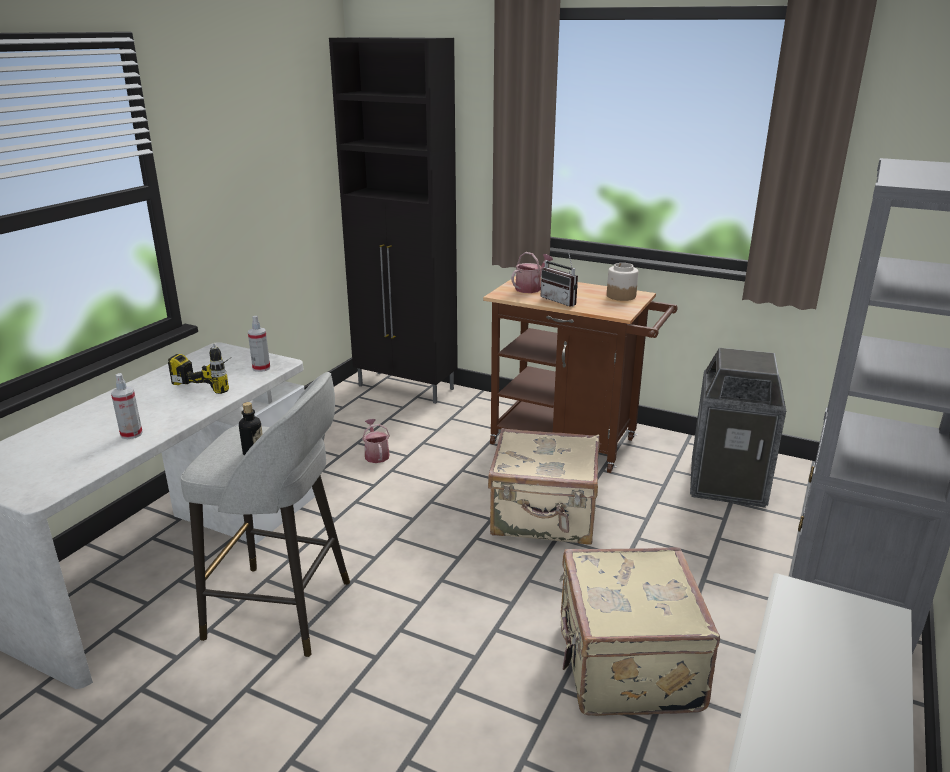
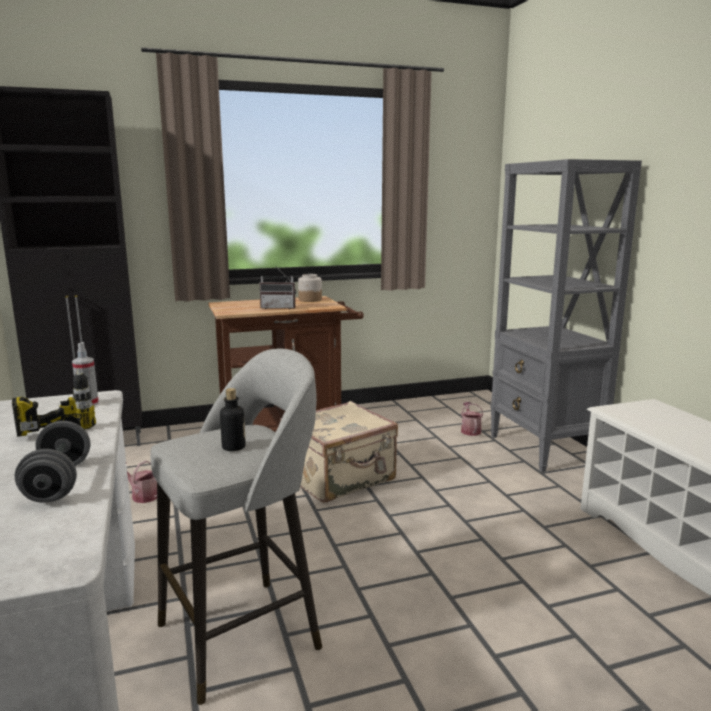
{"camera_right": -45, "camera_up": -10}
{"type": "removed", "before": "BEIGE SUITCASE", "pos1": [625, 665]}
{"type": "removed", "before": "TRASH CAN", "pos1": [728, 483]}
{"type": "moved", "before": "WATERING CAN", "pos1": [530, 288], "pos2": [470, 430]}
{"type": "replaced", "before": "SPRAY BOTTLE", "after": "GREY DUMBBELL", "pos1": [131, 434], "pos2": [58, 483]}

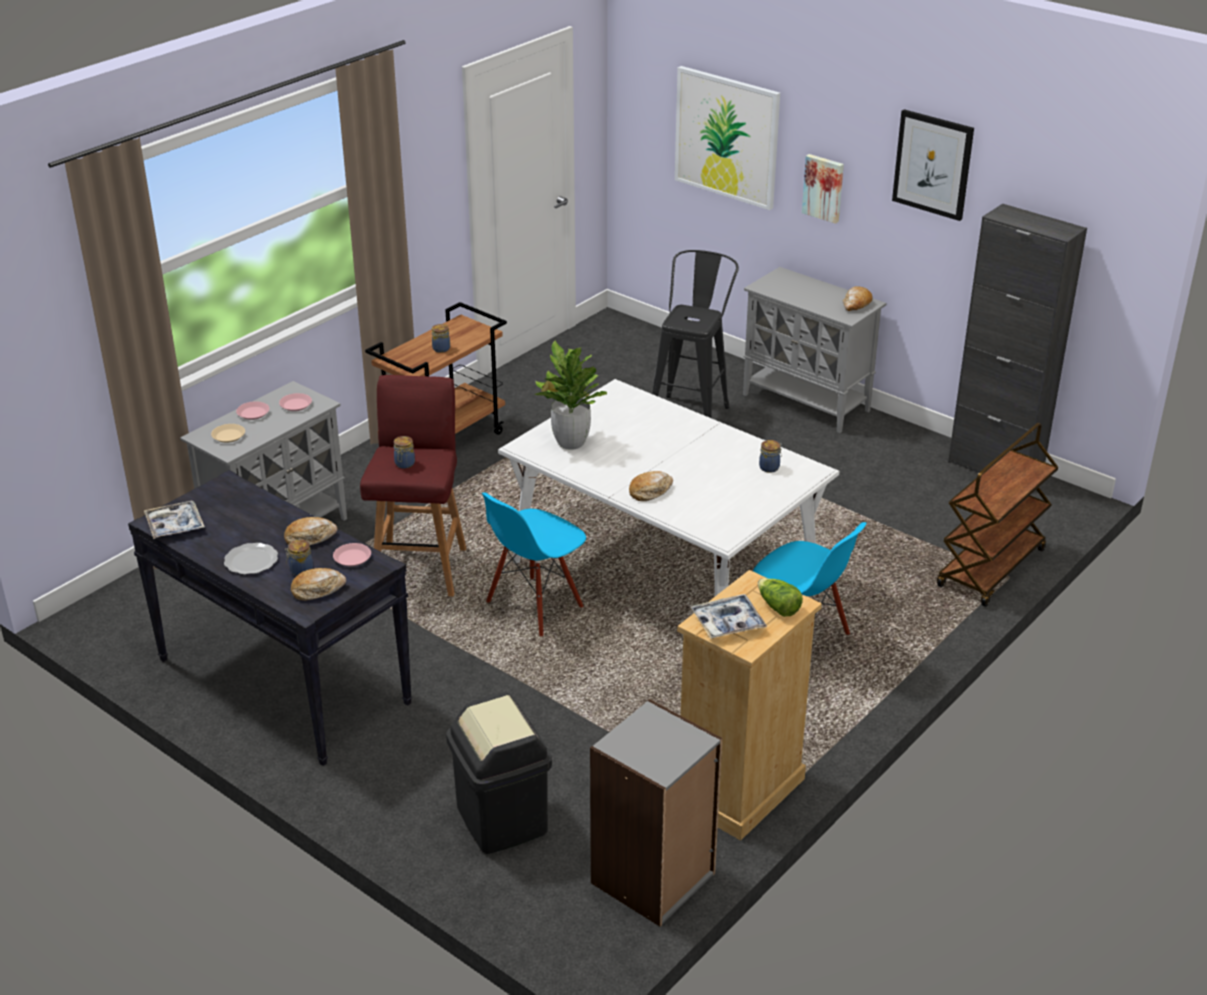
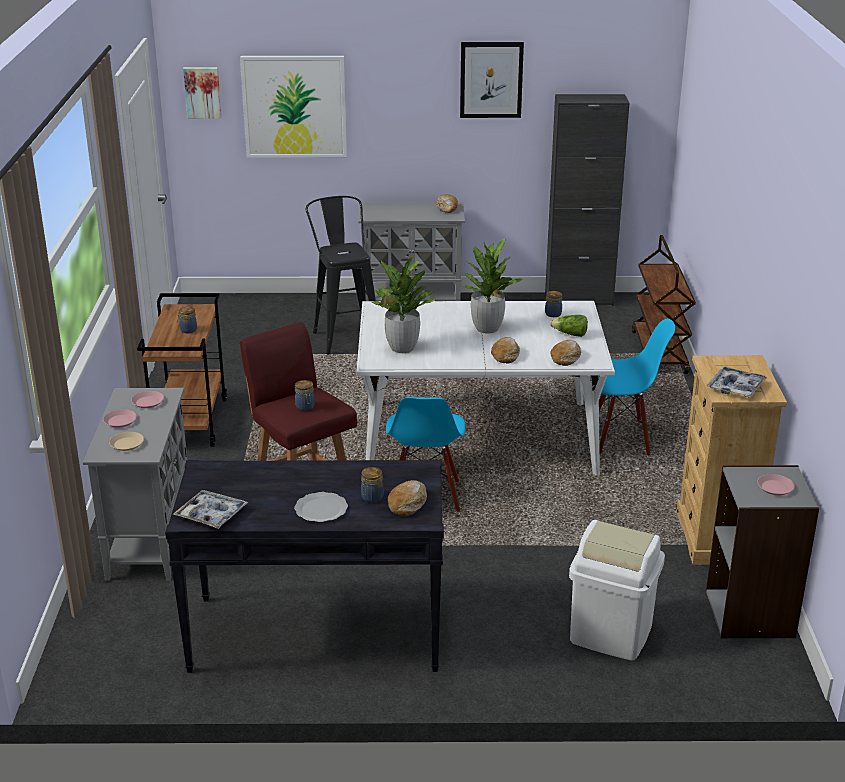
{"camera_right": -40, "camera_up": -5}
{"type": "added", "after": "POTTED PLANT", "pos2": [487, 328]}
{"type": "moved", "before": "BREAD", "pos1": [310, 538], "pos2": [566, 357]}
{"type": "moved", "before": "PINK PLATE", "pos1": [352, 558], "pos2": [775, 487]}
{"type": "moved", "before": "LETTUCE", "pos1": [778, 607], "pos2": [570, 334]}
{"type": "moved", "before": "PICTURE", "pos1": [824, 188], "pos2": [202, 92]}
{"type": "recoloured", "before": "BLACK TRASH CAN", "after": "WHITE TRASH CAN", "pos1": [503, 819], "pos2": [611, 633]}

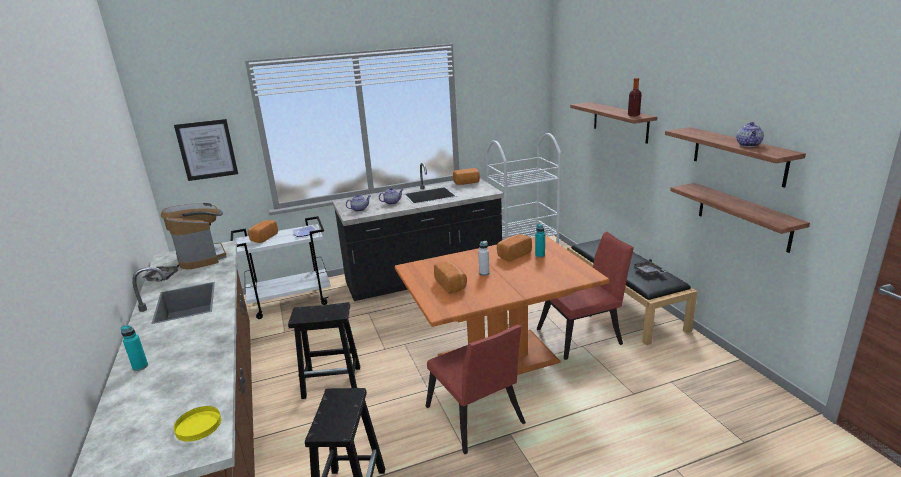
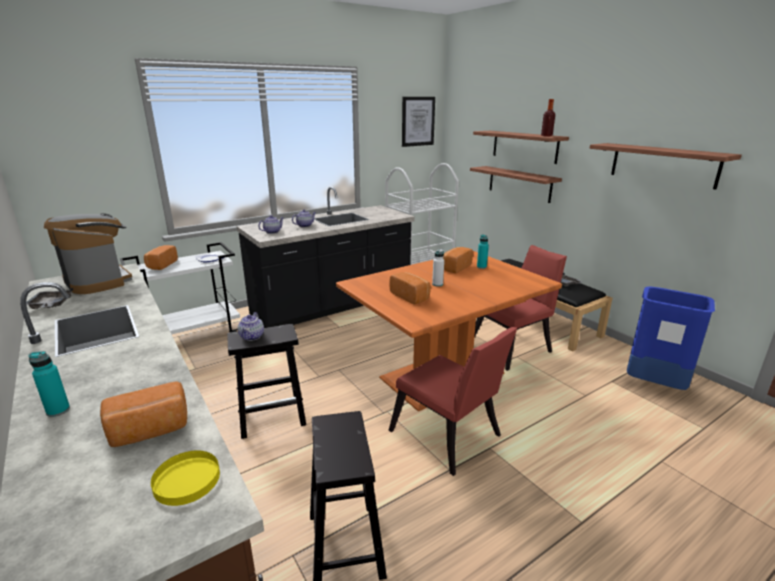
{"camera_right": -15, "camera_up": 0}
{"type": "added", "after": "BLUE TRASH CAN", "pos2": [654, 384]}
{"type": "moved", "before": "PICTURE", "pos1": [207, 149], "pos2": [418, 121]}
{"type": "moved", "before": "BREAD", "pos1": [467, 183], "pos2": [150, 431]}
{"type": "moved", "before": "SHELF", "pos1": [743, 216], "pos2": [519, 184]}
{"type": "moved", "before": "TEAPOT", "pos1": [749, 145], "pos2": [252, 337]}

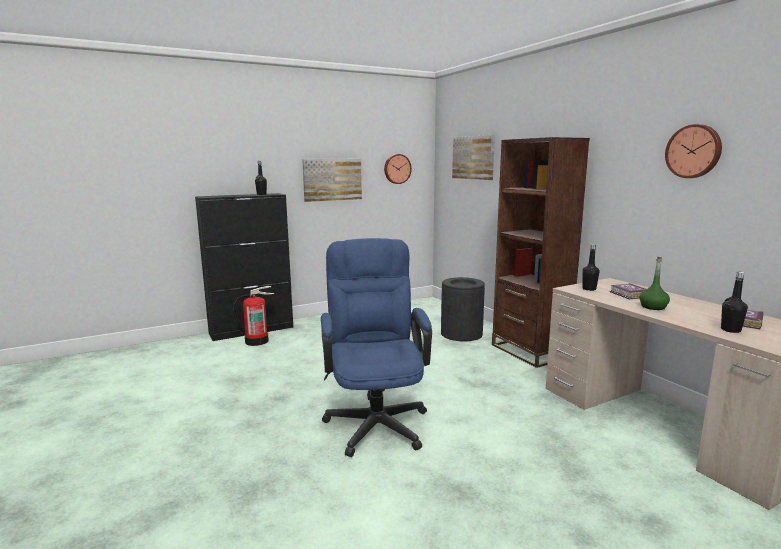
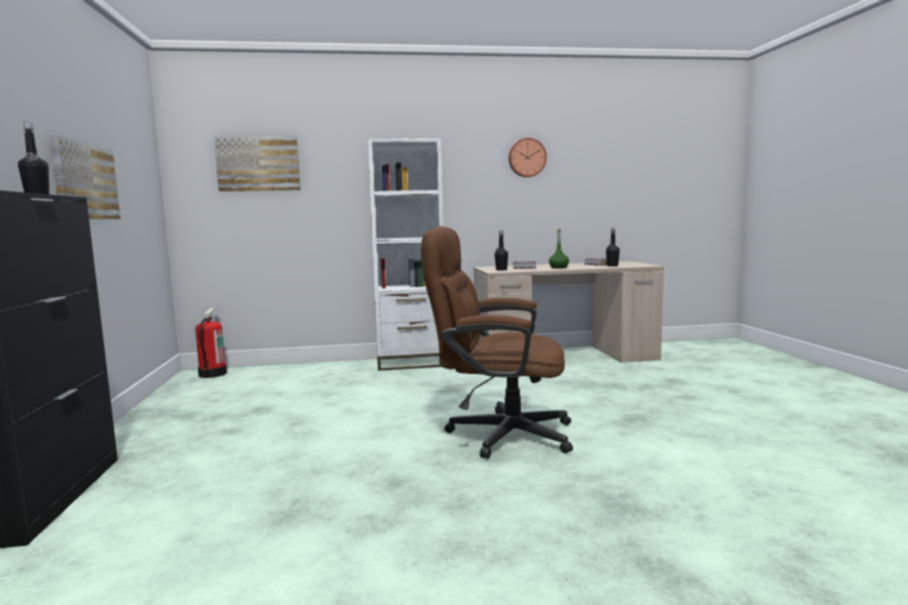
{"camera_right": -70, "camera_up": -5}
{"type": "removed", "before": "WALL CLOCK", "pos1": [397, 169]}
{"type": "removed", "before": "BLACK TRASH CAN", "pos1": [461, 334]}
{"type": "moved", "before": "FIRE EXTINGUISHER", "pos1": [257, 341], "pos2": [212, 374]}
{"type": "recoloured", "before": "BLUE OFFICE CHAIR", "after": "BROWN OFFICE CHAIR", "pos1": [376, 419], "pos2": [498, 434]}
{"type": "recoloured", "before": "BROWN BOOKCASE", "after": "WHITE BOOKCASE", "pos1": [529, 351], "pos2": [411, 362]}

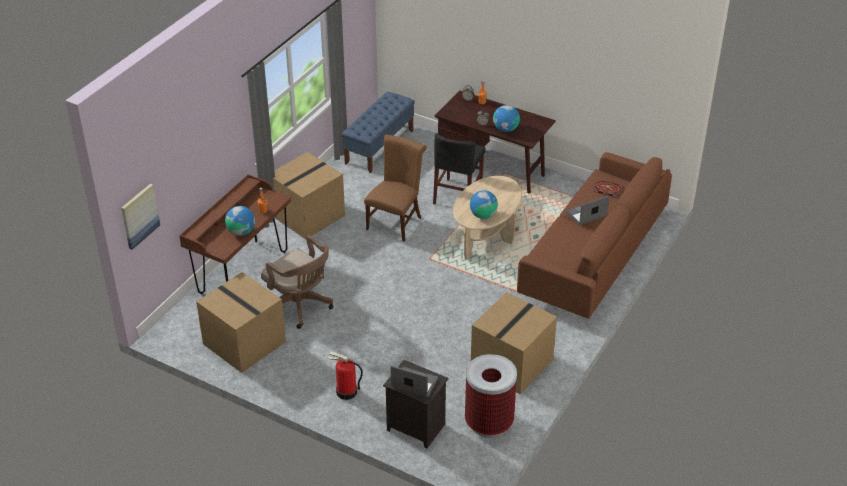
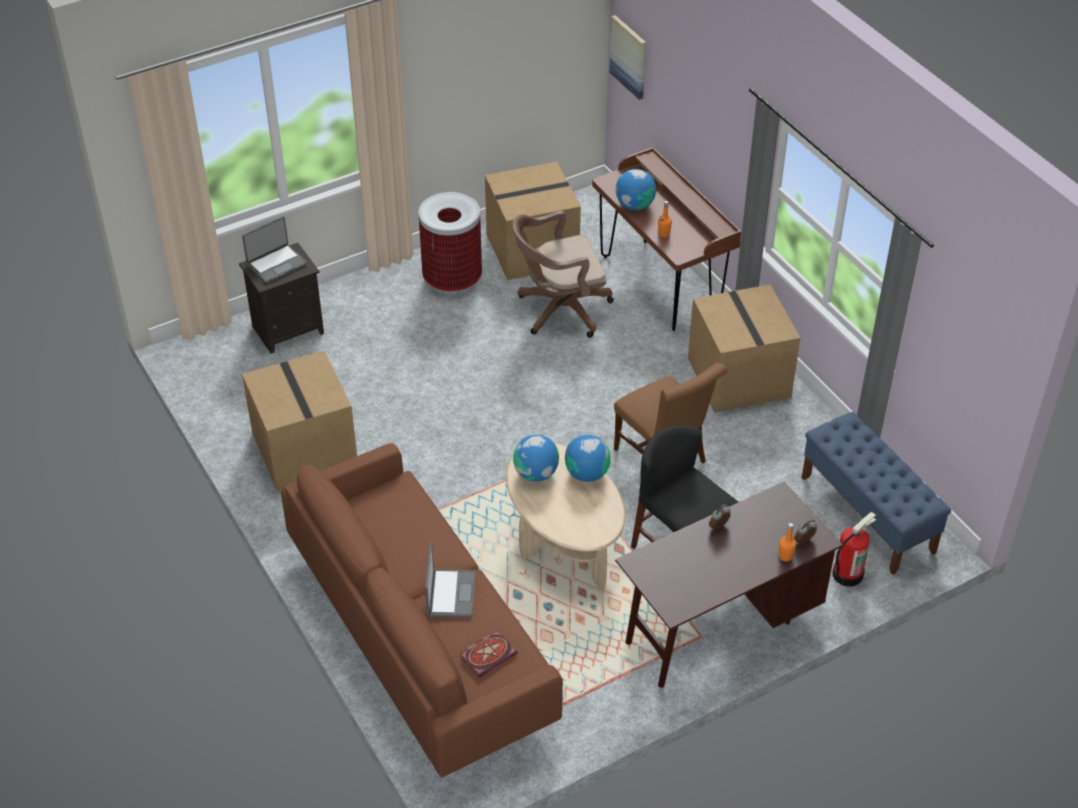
{"camera_right": 120, "camera_up": 5}
{"type": "moved", "before": "FIRE EXTINGUISHER", "pos1": [346, 392], "pos2": [847, 574]}
{"type": "moved", "before": "TRASH CAN", "pos1": [489, 423], "pos2": [452, 280]}
{"type": "moved", "before": "GLOBE", "pos1": [506, 129], "pos2": [587, 473]}

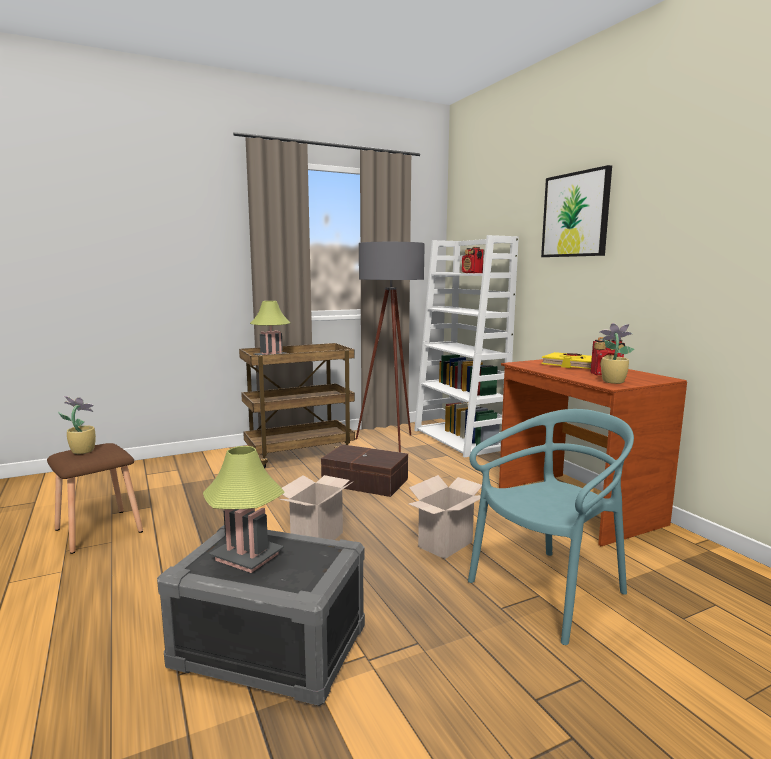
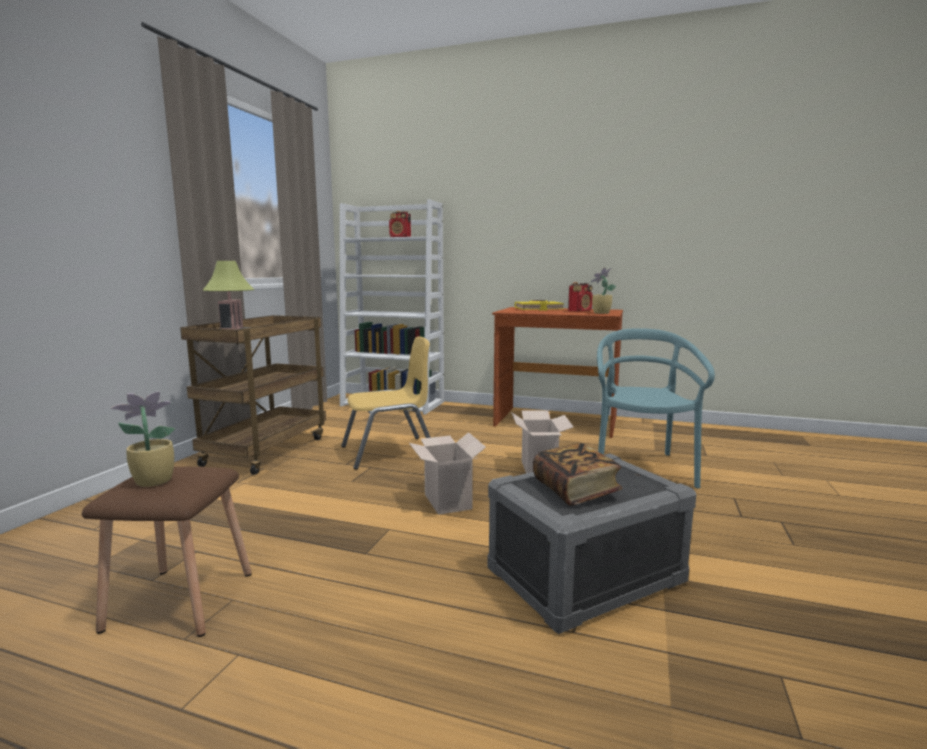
{"camera_right": -45, "camera_up": 0}
{"type": "removed", "before": "GREY FLOOR LAMP", "pos1": [390, 445]}
{"type": "removed", "before": "PICTURE", "pos1": [575, 215]}
{"type": "replaced", "before": "TABLE LAMP", "after": "BOOK", "pos1": [247, 557], "pos2": [575, 490]}
{"type": "replaced", "before": "BROWN STORAGE BOX", "after": "YELLOW CHAIR", "pos1": [365, 482], "pos2": [389, 452]}

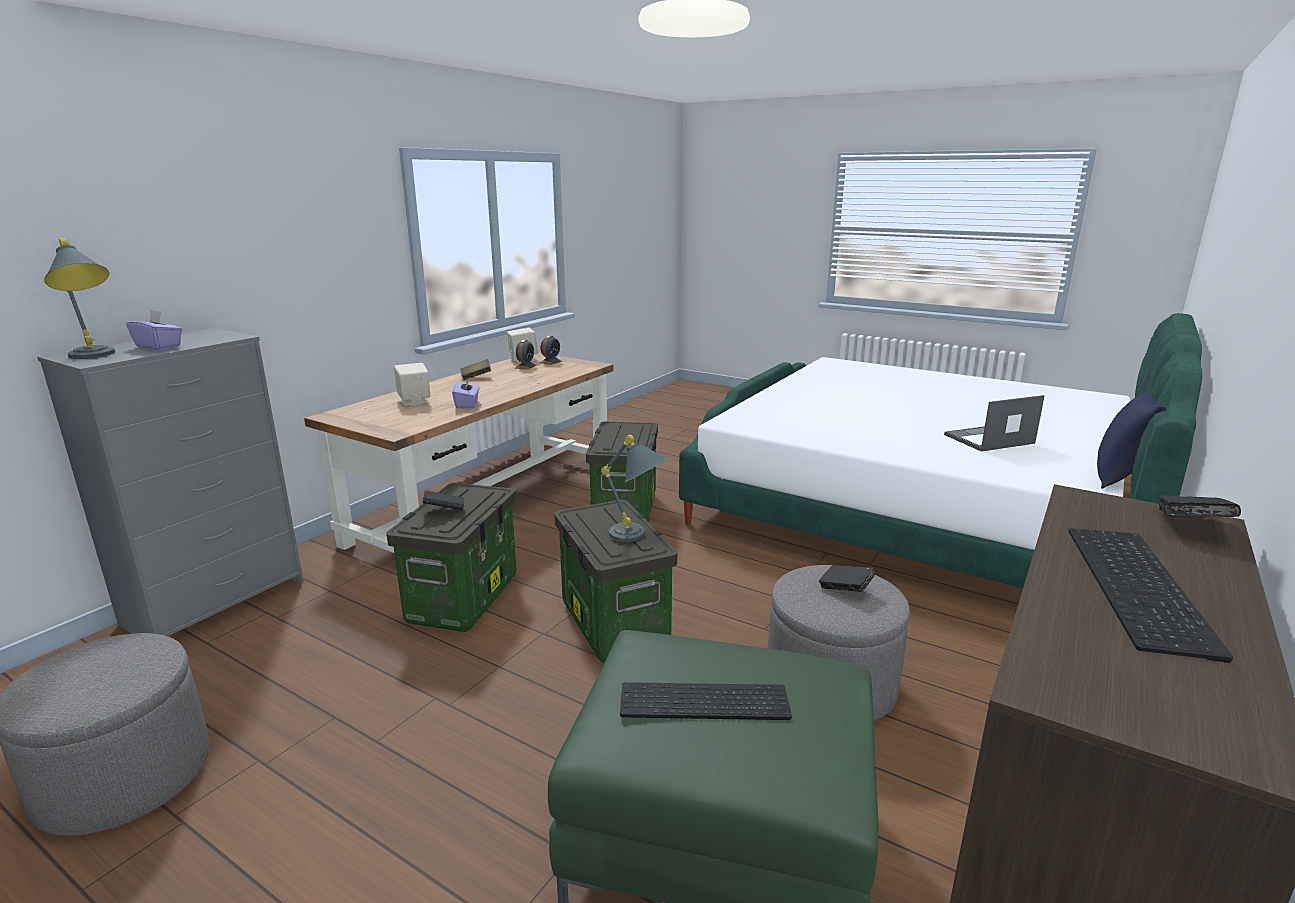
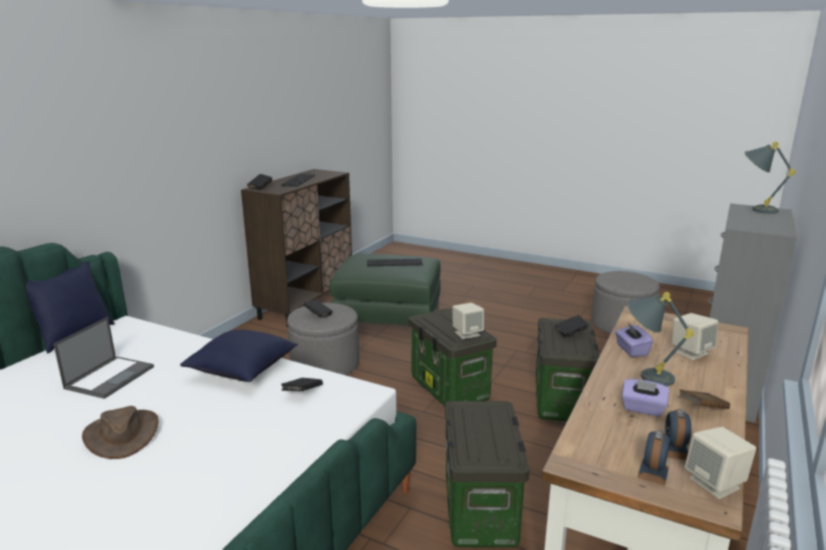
{"camera_right": 175, "camera_up": 0}
{"type": "added", "after": "BROWN HAT", "pos2": [122, 435]}
{"type": "added", "after": "BLUE PILLOW", "pos2": [243, 370]}
{"type": "added", "after": "BLACK BOOK", "pos2": [302, 393]}
{"type": "added", "after": "BEIGE SPEAKER", "pos2": [467, 333]}
{"type": "moved", "before": "PURPLE TISSUE BOX", "pos1": [159, 346], "pos2": [643, 409]}
{"type": "moved", "before": "GREY TABLE LAMP", "pos1": [638, 537], "pos2": [645, 375]}
{"type": "turned", "before": "LAPTOP", "pos1": [988, 439], "pos2": [110, 377], "turn": -45}

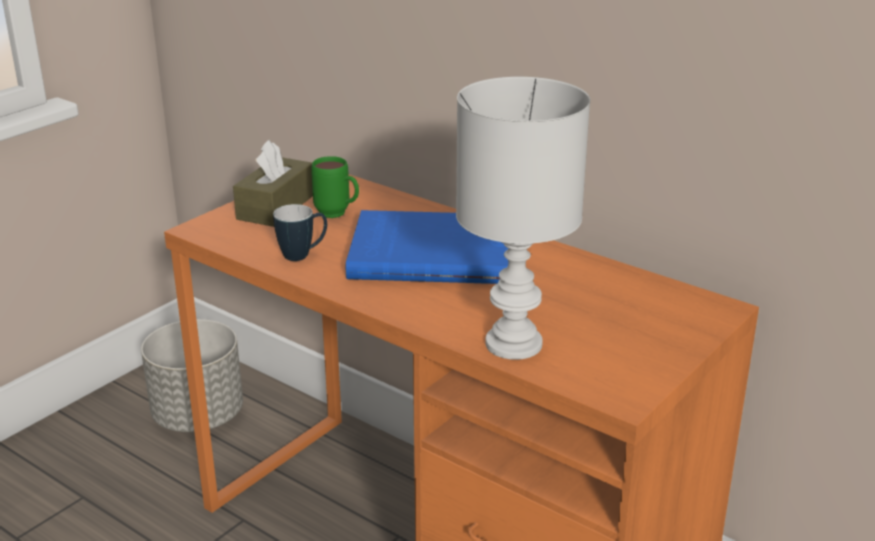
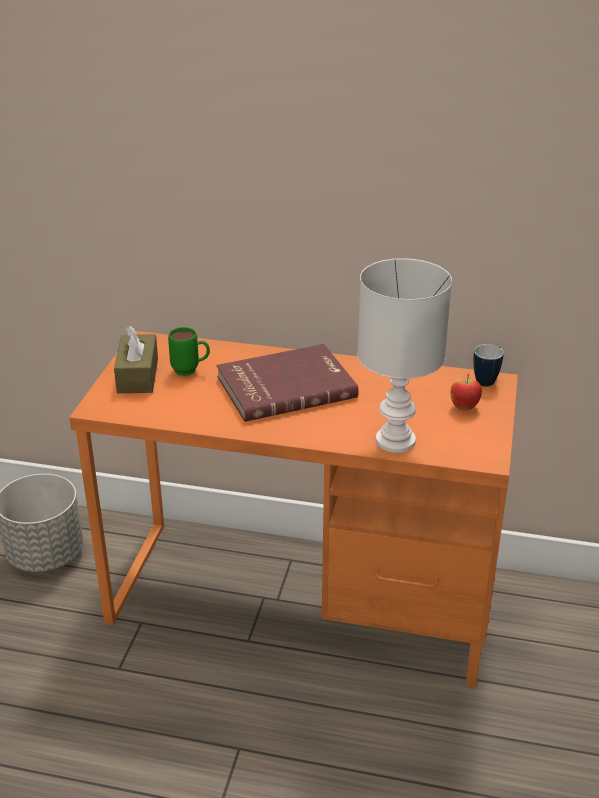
{"camera_right": -25, "camera_up": 5}
{"type": "added", "after": "APPLE", "pos2": [464, 407]}
{"type": "moved", "before": "MUG", "pos1": [303, 255], "pos2": [488, 380]}
{"type": "recoloured", "before": "BLUE BOOK", "after": "RED BOOK", "pos1": [432, 253], "pos2": [285, 386]}

